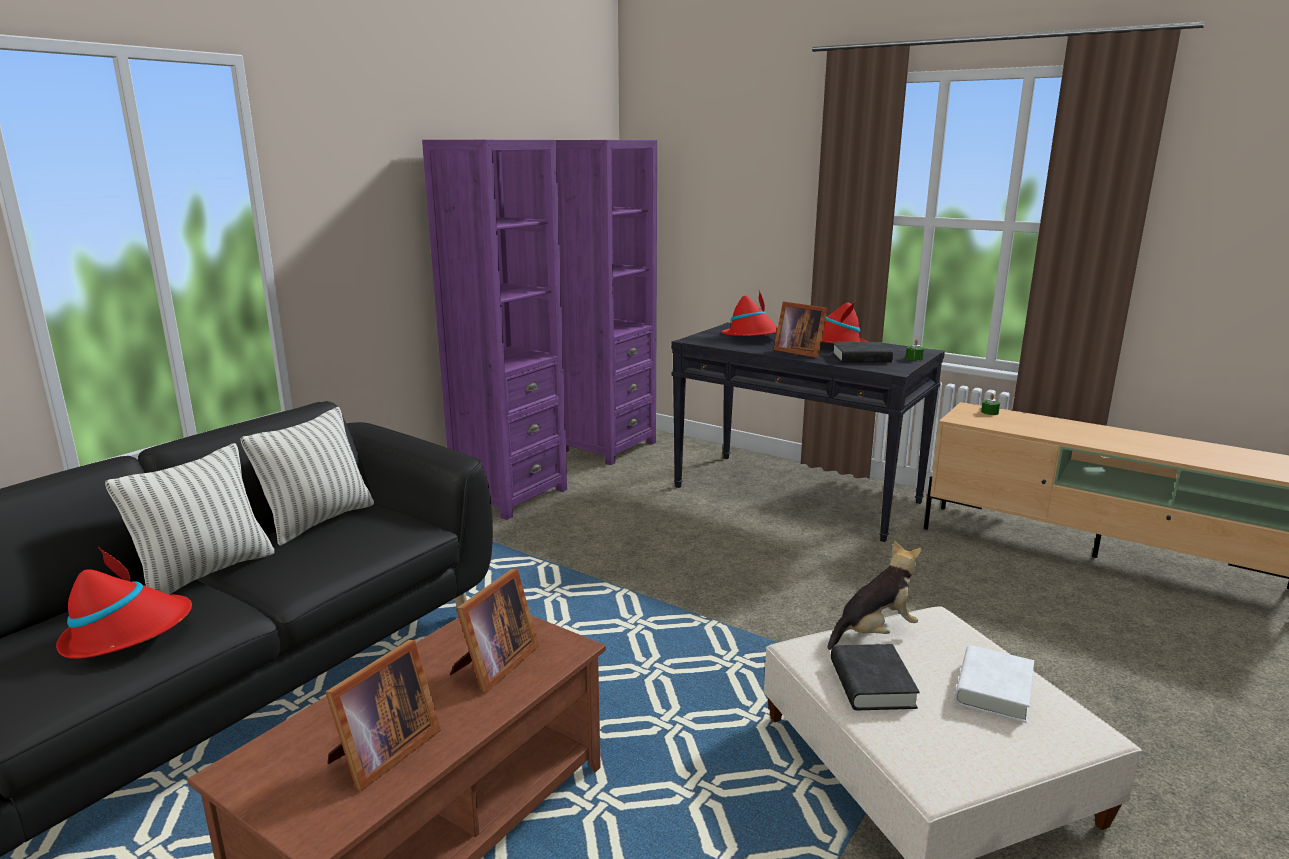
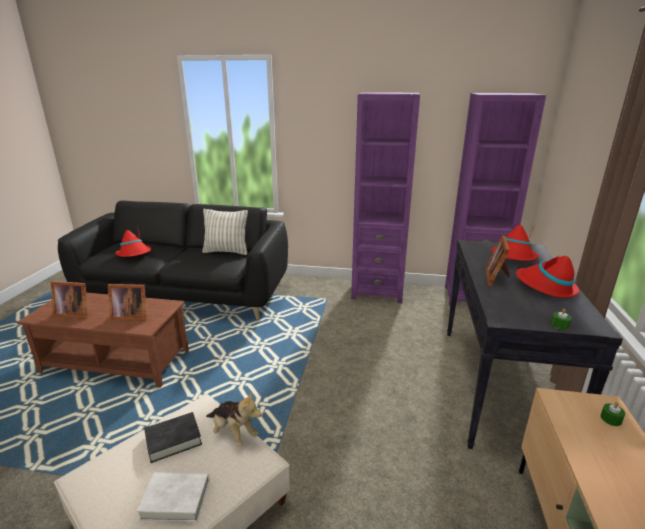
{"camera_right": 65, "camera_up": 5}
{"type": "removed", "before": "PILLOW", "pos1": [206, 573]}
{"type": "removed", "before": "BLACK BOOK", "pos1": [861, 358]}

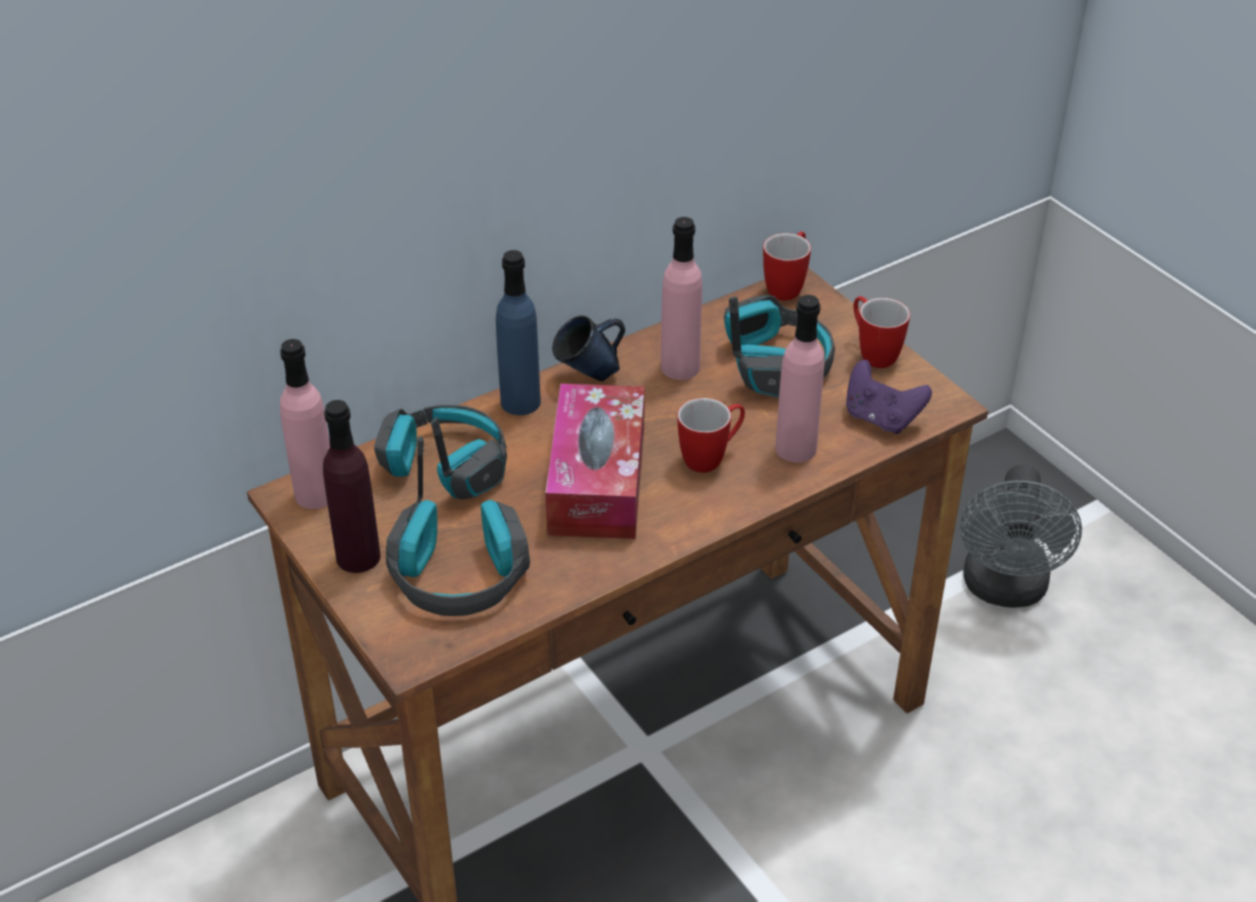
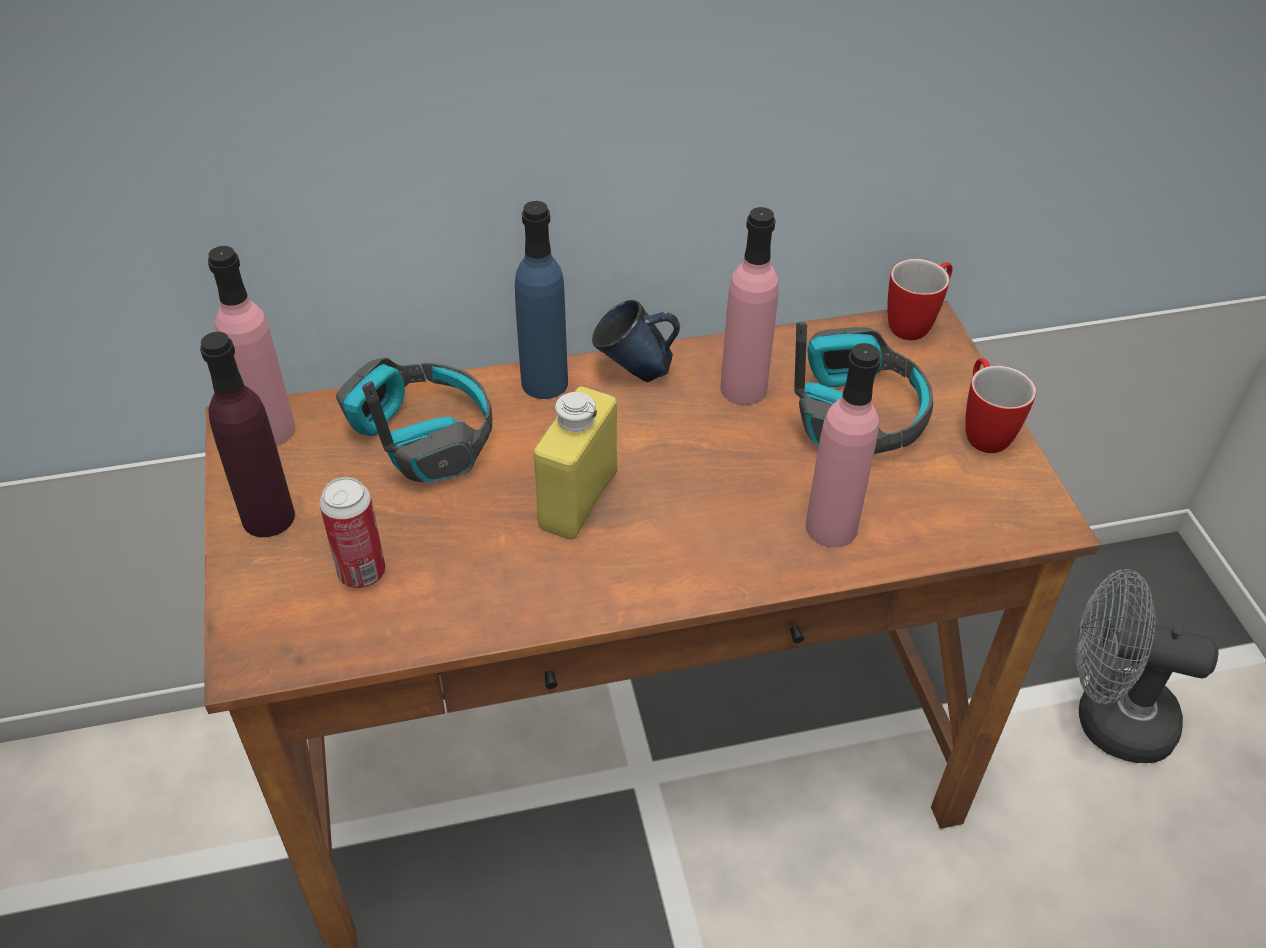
{"camera_right": 20, "camera_up": 5}
{"type": "removed", "before": "MUG", "pos1": [711, 457]}
{"type": "removed", "before": "PURPLE GAME CONTROLLER", "pos1": [881, 418]}
{"type": "replaced", "before": "HEADPHONES", "after": "CAN", "pos1": [460, 574], "pos2": [362, 572]}
{"type": "replaced", "before": "TISSUE BOX", "after": "YELLOW BOTTLE", "pos1": [597, 480], "pos2": [578, 500]}
{"type": "turned", "before": "GREY FAN", "pos1": [1005, 590], "pos2": [1108, 718], "turn": 75}

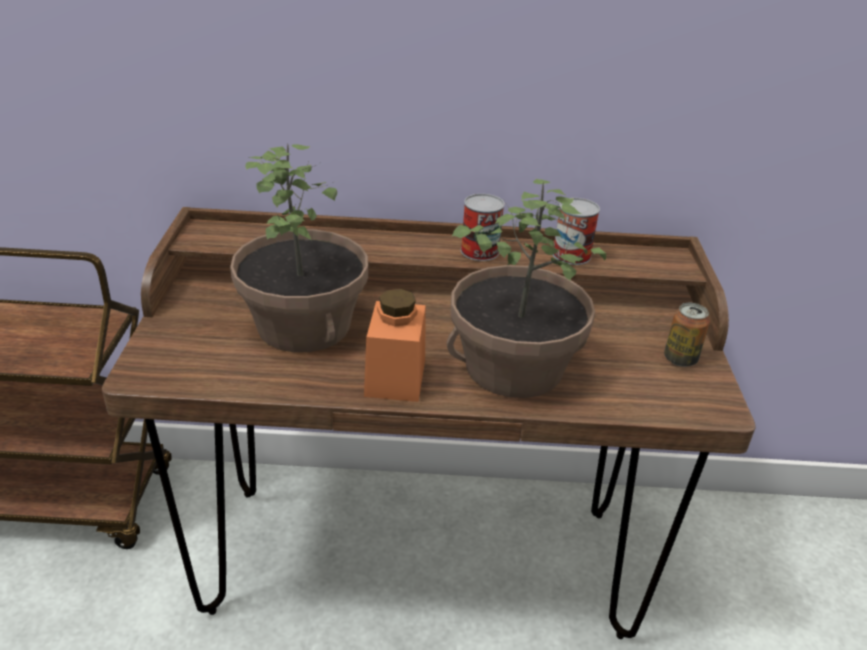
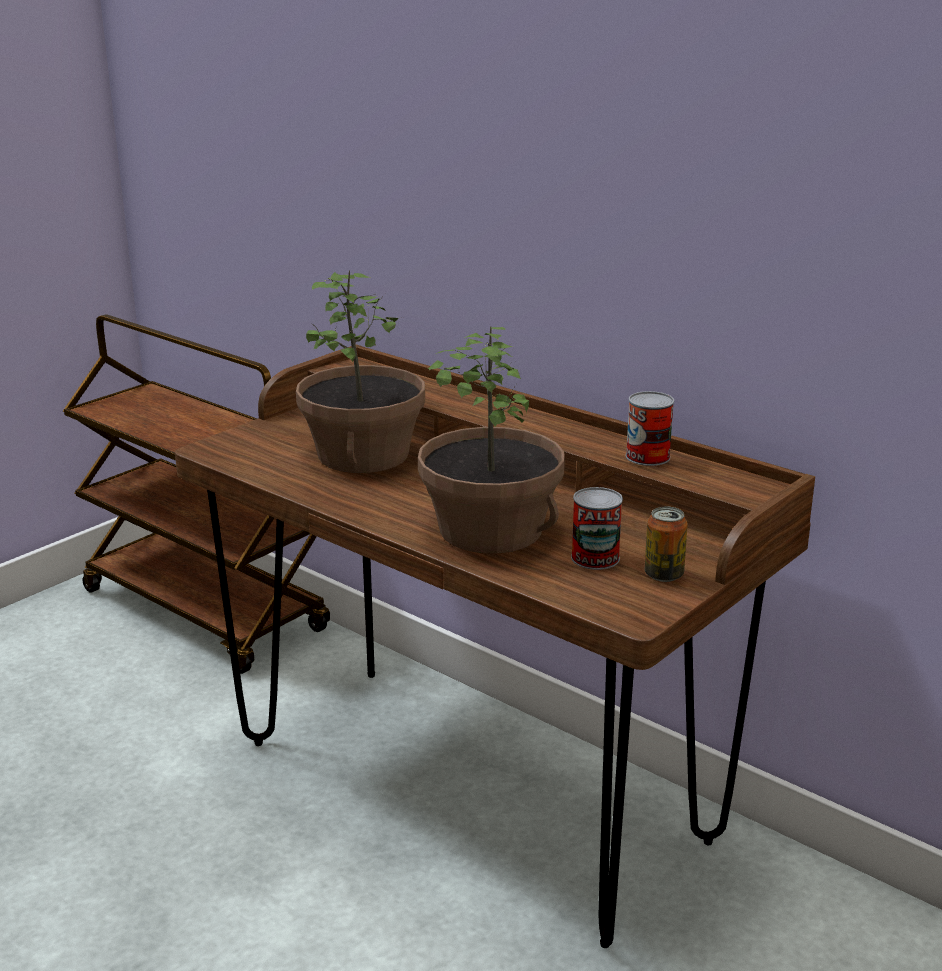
{"camera_right": 40, "camera_up": -10}
{"type": "removed", "before": "ORANGE JAR", "pos1": [395, 377]}
{"type": "moved", "before": "CAN", "pos1": [479, 251], "pos2": [595, 558]}

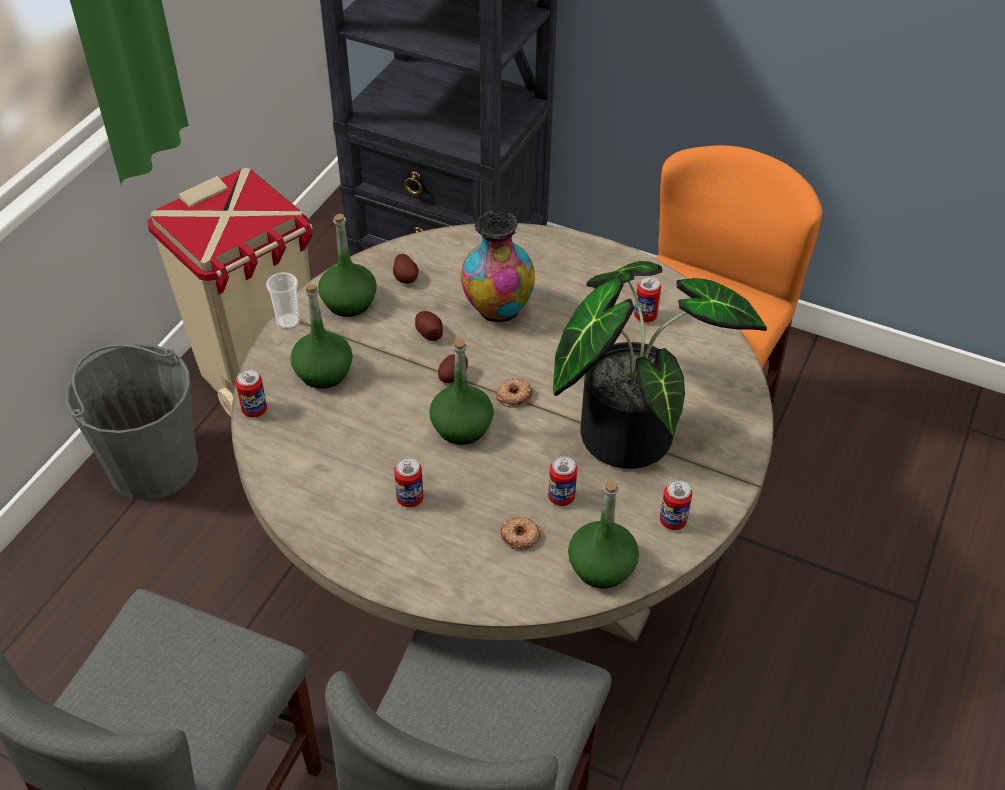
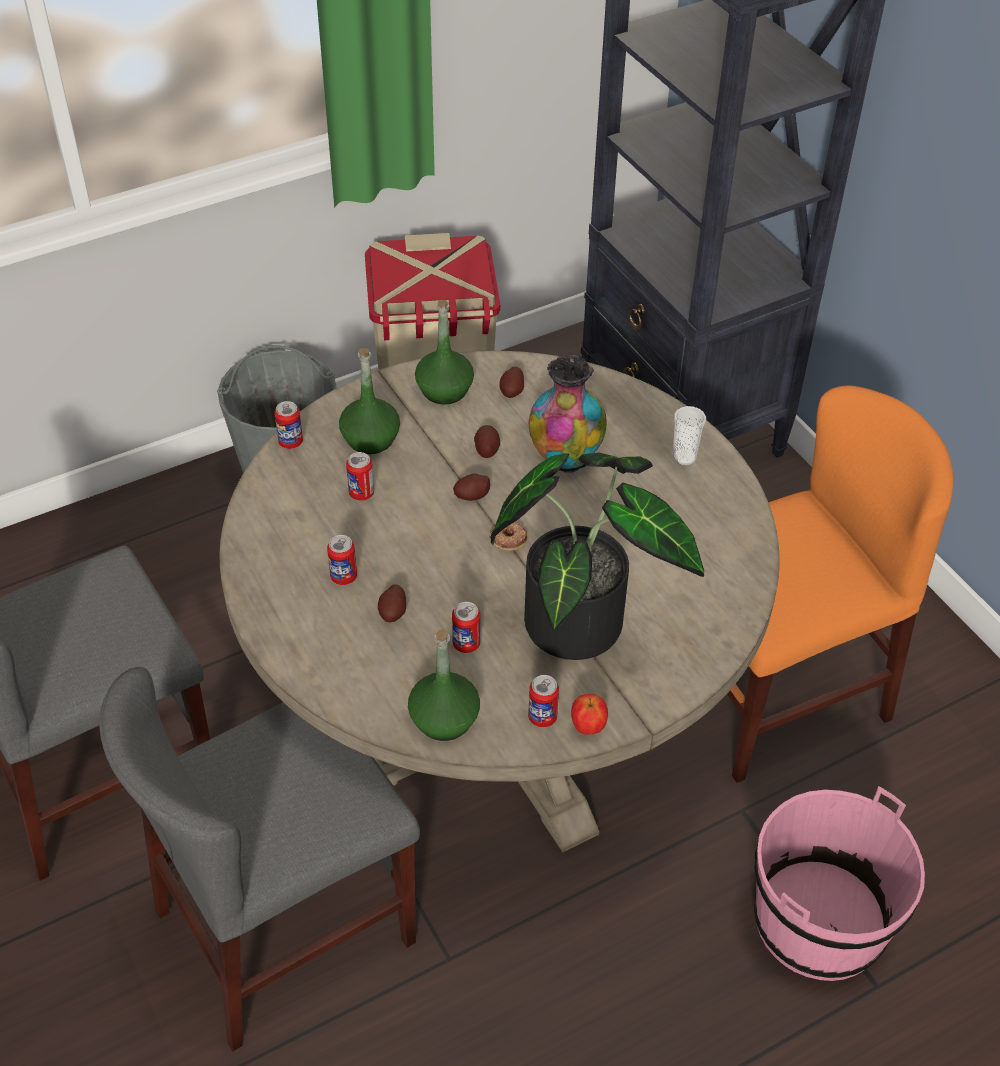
{"camera_right": 35, "camera_up": 0}
{"type": "removed", "before": "GREEN BOTTLE", "pos1": [462, 427]}
{"type": "removed", "before": "DONUT", "pos1": [520, 536]}
{"type": "added", "after": "POTATO", "pos2": [393, 613]}
{"type": "added", "after": "APPLE", "pos2": [588, 727]}
{"type": "added", "after": "PINK BUCKET", "pos2": [819, 921]}
{"type": "moved", "before": "CUP", "pos1": [288, 322], "pos2": [684, 457]}
{"type": "moved", "before": "CAN", "pos1": [645, 316], "pos2": [361, 493]}

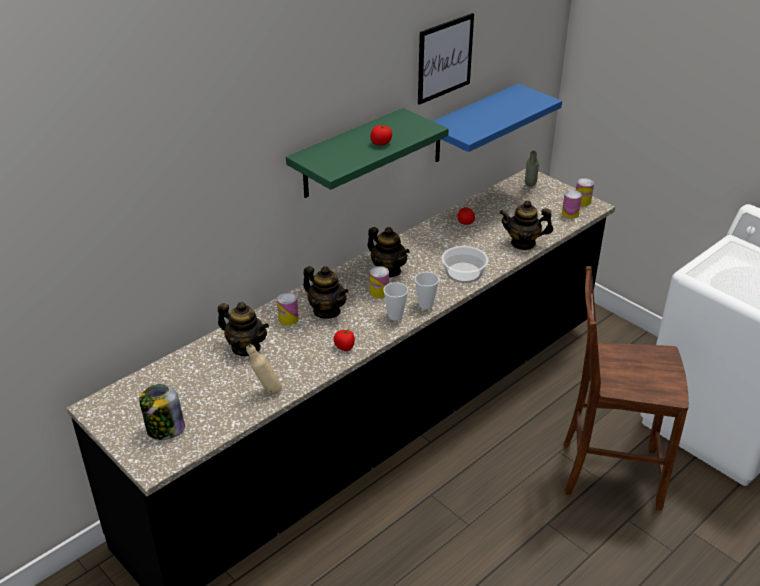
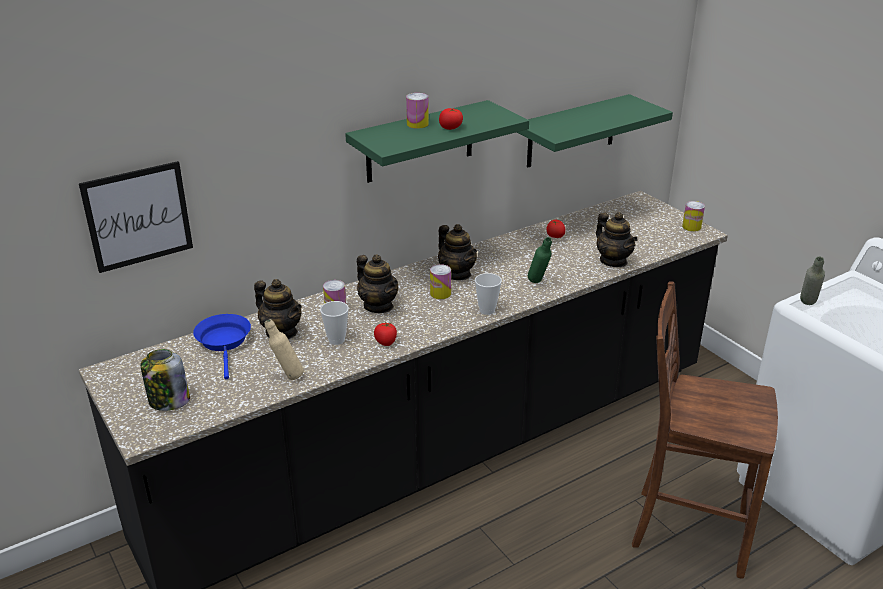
{"camera_right": 10, "camera_up": -5}
{"type": "added", "after": "BLUE FRYING PAN", "pos2": [224, 342]}
{"type": "moved", "before": "CUP", "pos1": [395, 316], "pos2": [336, 340]}
{"type": "moved", "before": "PICTURE", "pos1": [444, 58], "pos2": [138, 216]}
{"type": "moved", "before": "GREY BOTTLE", "pos1": [530, 187], "pos2": [807, 306]}
{"type": "moved", "before": "CAN", "pos1": [570, 214], "pos2": [417, 124]}
{"type": "replaced", "before": "BOWL", "after": "GREEN BOTTLE", "pos1": [463, 273], "pos2": [538, 283]}
{"type": "recoloured", "before": "BLUE SHELF", "after": "GREEN SHELF", "pos1": [471, 124], "pos2": [571, 131]}
{"type": "turned", "before": "TEAPOT", "pos1": [523, 243], "pos2": [613, 261], "turn": -135}

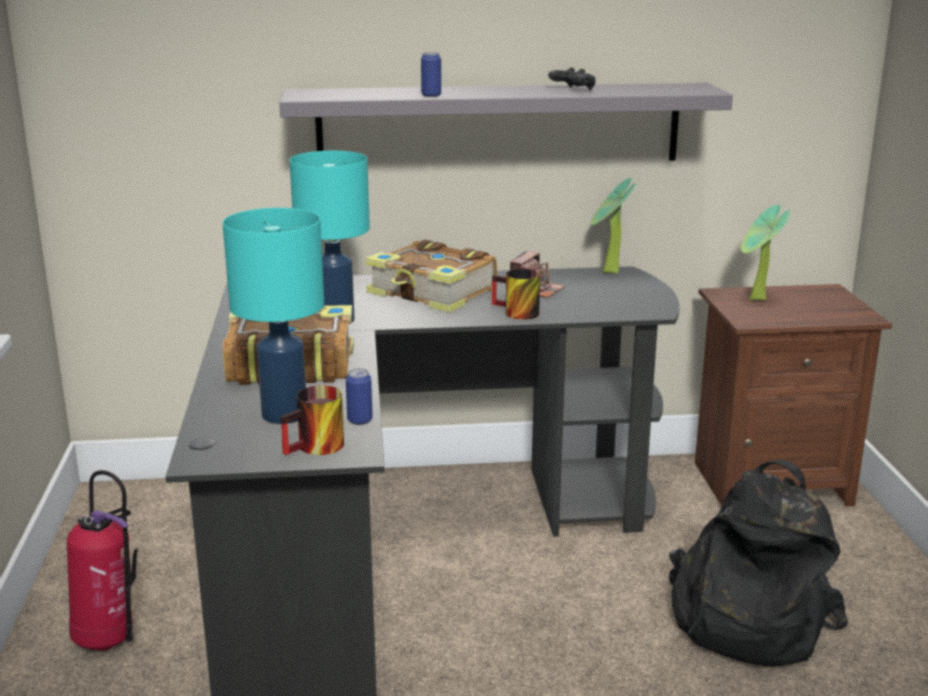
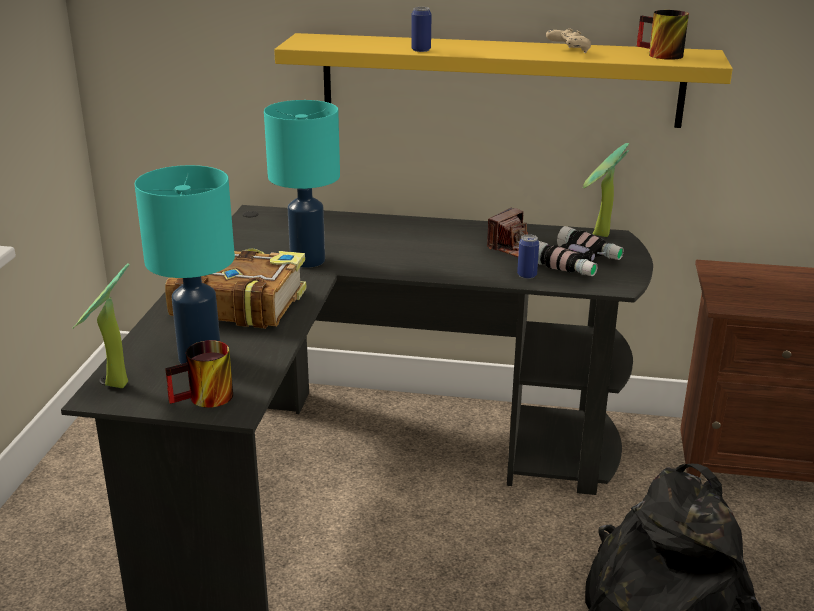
{"camera_right": 15, "camera_up": 5}
{"type": "removed", "before": "FIRE EXTINGUISHER", "pos1": [110, 640]}
{"type": "removed", "before": "BOOK", "pos1": [432, 294]}
{"type": "added", "after": "BINOCULARS", "pos2": [578, 263]}
{"type": "moved", "before": "CAN", "pos1": [360, 420], "pos2": [527, 275]}
{"type": "moved", "before": "MUG", "pos1": [515, 313], "pos2": [658, 55]}
{"type": "moved", "before": "POTTED PLANT", "pos1": [756, 300], "pos2": [113, 387]}
{"type": "recoloured", "before": "GREY SHELF", "after": "YELLOW SHELF", "pos1": [499, 125], "pos2": [500, 80]}
{"type": "recoloured", "before": "BLACK GAME CONTROLLER", "after": "BEIGE GAME CONTROLLER", "pos1": [572, 90], "pos2": [568, 51]}

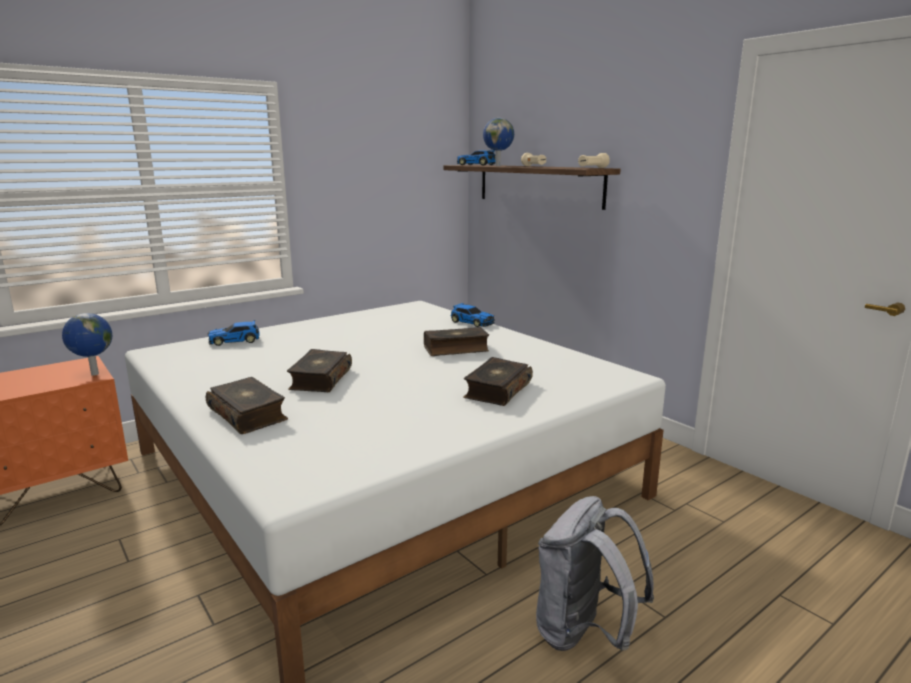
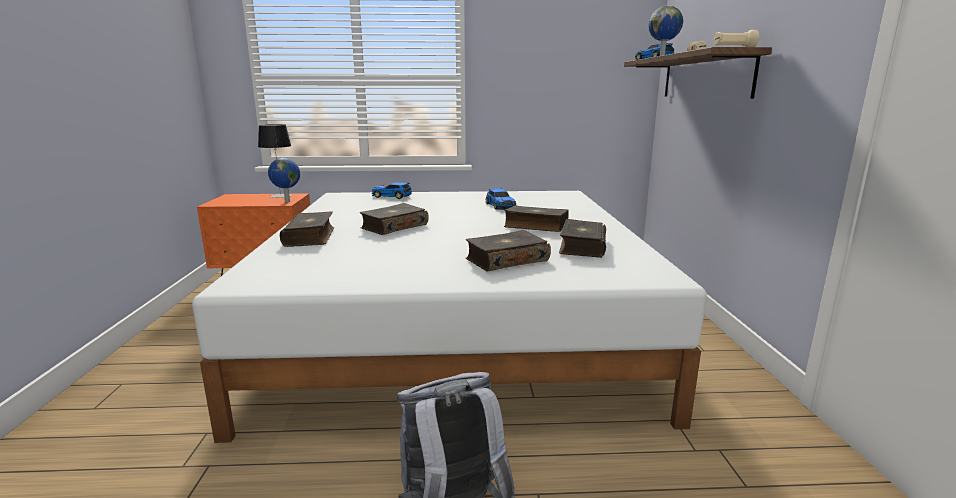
{"camera_right": 35, "camera_up": 0}
{"type": "added", "after": "TABLE LAMP", "pos2": [280, 196]}
{"type": "added", "after": "BOOK", "pos2": [581, 247]}
{"type": "moved", "before": "TOY CAR", "pos1": [471, 322], "pos2": [500, 206]}

